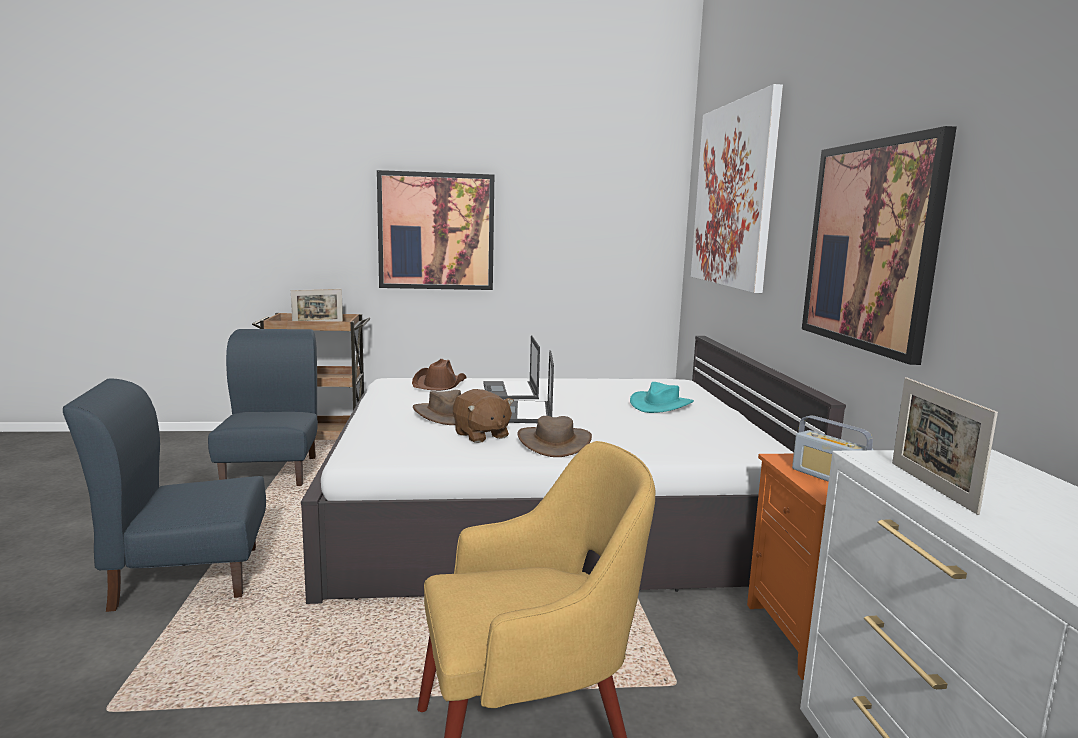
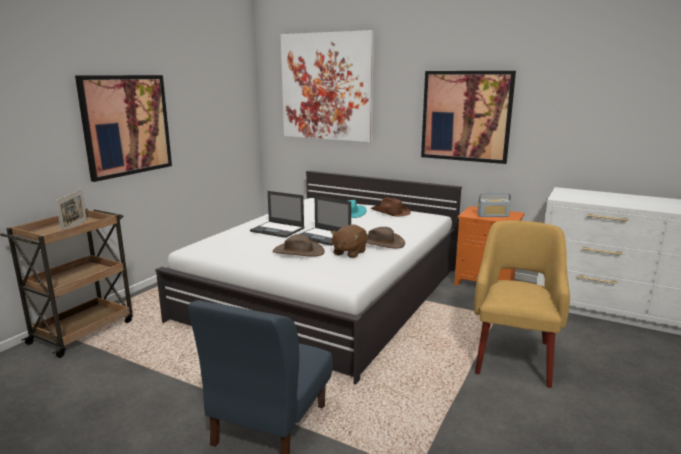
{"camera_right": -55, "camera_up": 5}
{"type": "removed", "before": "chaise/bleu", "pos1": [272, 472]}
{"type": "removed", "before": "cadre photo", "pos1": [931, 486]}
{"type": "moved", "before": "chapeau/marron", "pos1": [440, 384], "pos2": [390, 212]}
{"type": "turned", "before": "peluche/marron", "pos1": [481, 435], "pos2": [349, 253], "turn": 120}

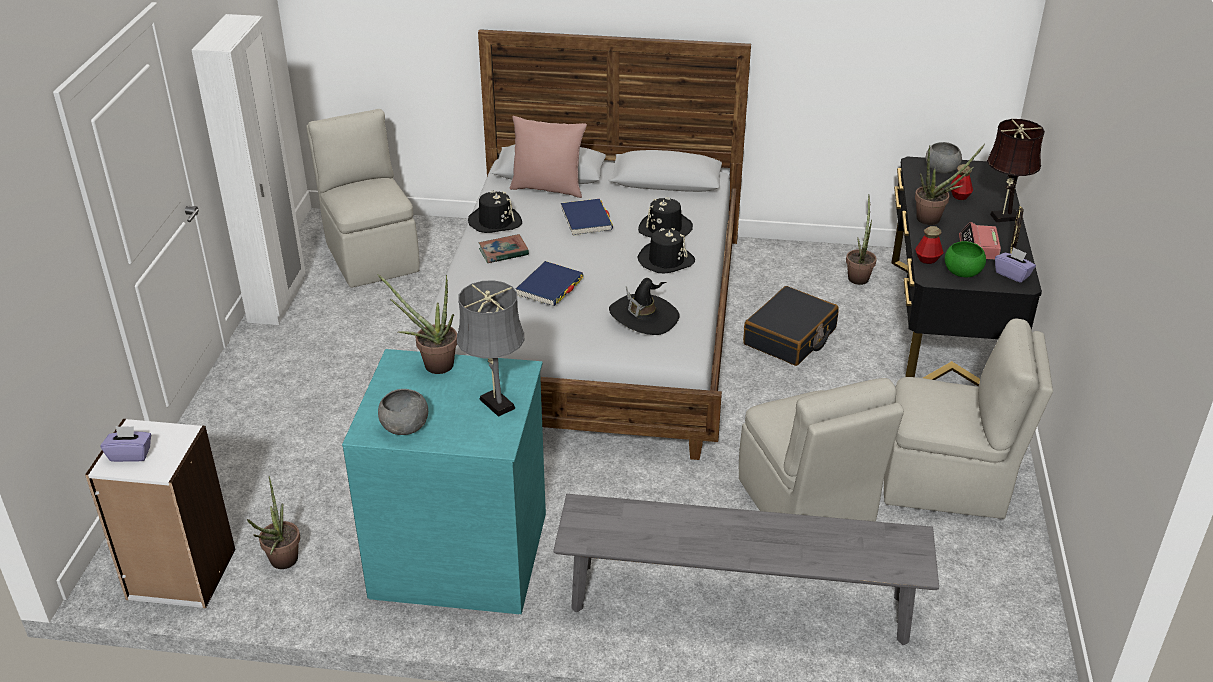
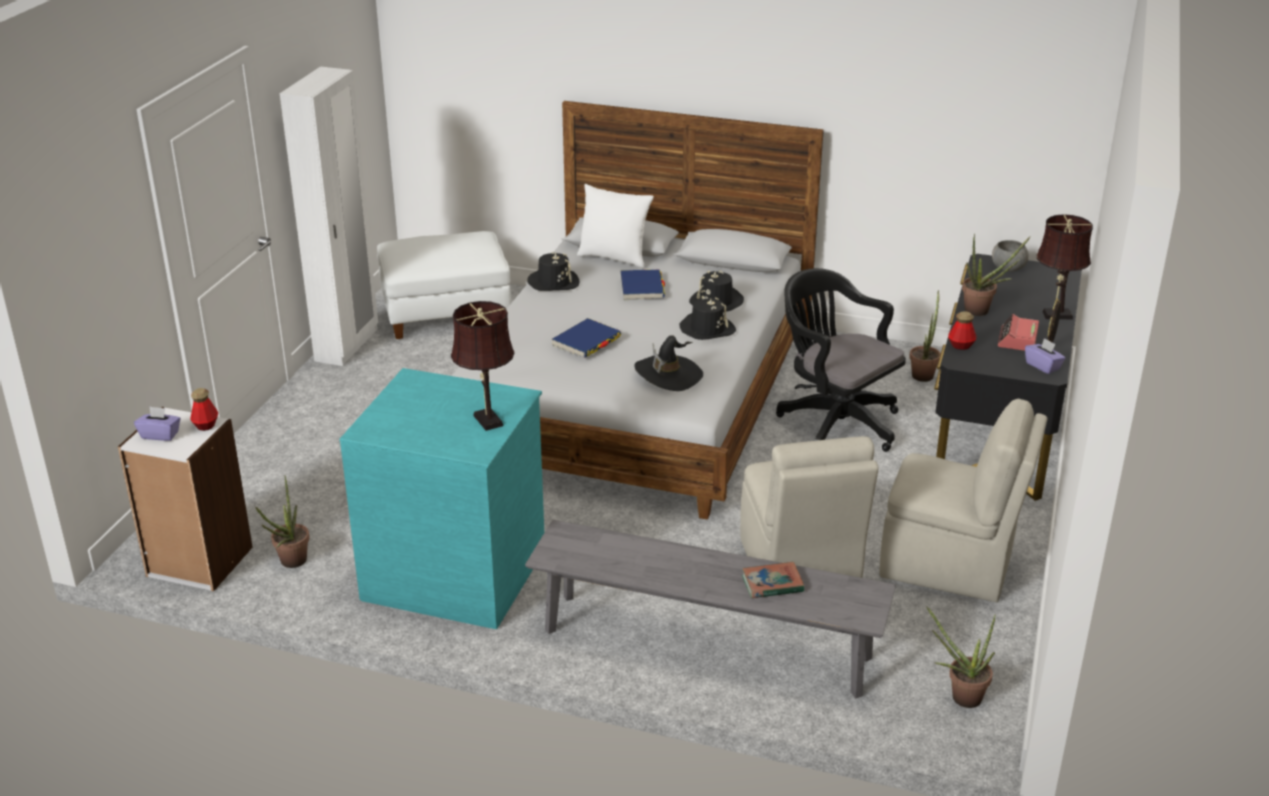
{"camera_right": 10, "camera_up": -5}
{"type": "removed", "before": "bol/gris", "pos1": [405, 426]}
{"type": "removed", "before": "bol/vert", "pos1": [962, 272]}
{"type": "moved", "before": "plante en pot", "pos1": [432, 365], "pos2": [959, 696]}
{"type": "moved", "before": "livre", "pos1": [503, 252], "pos2": [772, 584]}
{"type": "moved", "before": "bouteille", "pos1": [959, 196], "pos2": [206, 425]}
{"type": "replaced", "before": "chaise/beige", "after": "pouf/blanc", "pos1": [371, 255], "pos2": [446, 314]}
{"type": "replaced", "before": "valise/noir", "after": "chaise de bureau/noir", "pos1": [790, 337], "pos2": [834, 422]}
{"type": "recoloured", "before": "lampe de table/gris", "after": "lampe de table/marron", "pos1": [495, 402], "pos2": [487, 419]}
{"type": "recoloured", "before": "coussin/rose", "after": "coussin/blanc", "pos1": [548, 188], "pos2": [614, 258]}

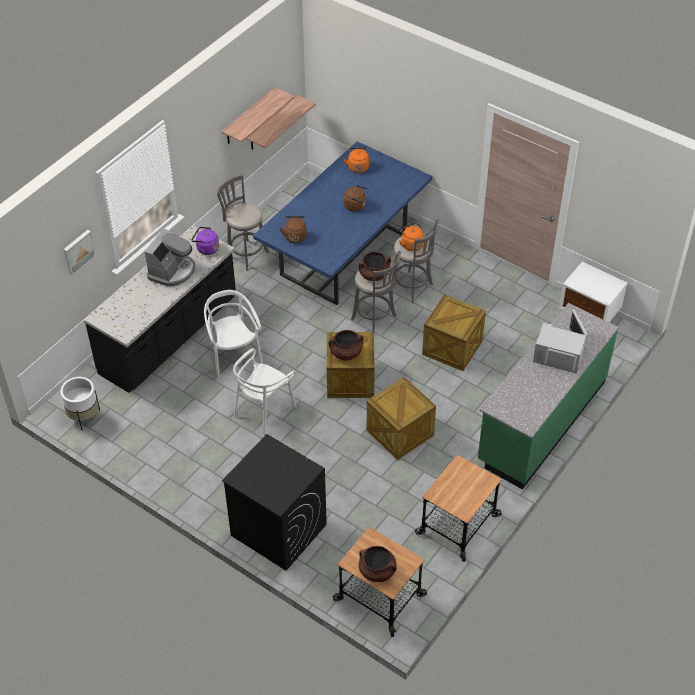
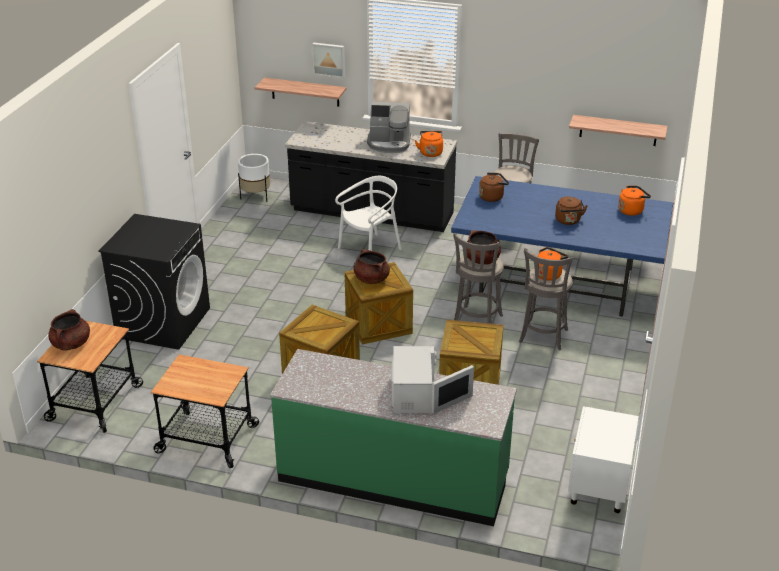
{"camera_right": 70, "camera_up": -15}
{"type": "removed", "before": "chaise/blanc", "pos1": [263, 409]}
{"type": "moved", "before": "étagère", "pos1": [249, 117], "pos2": [305, 92]}
{"type": "recoloured", "before": "bouilloire/violet", "after": "bouilloire/orange", "pos1": [206, 249], "pos2": [430, 152]}

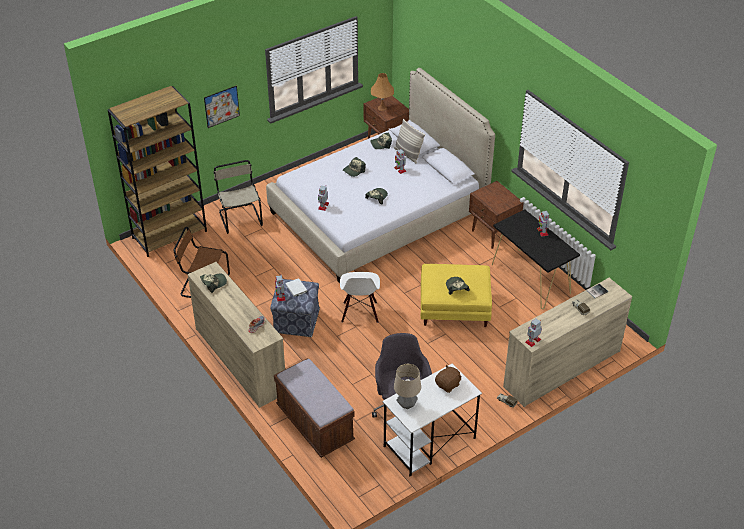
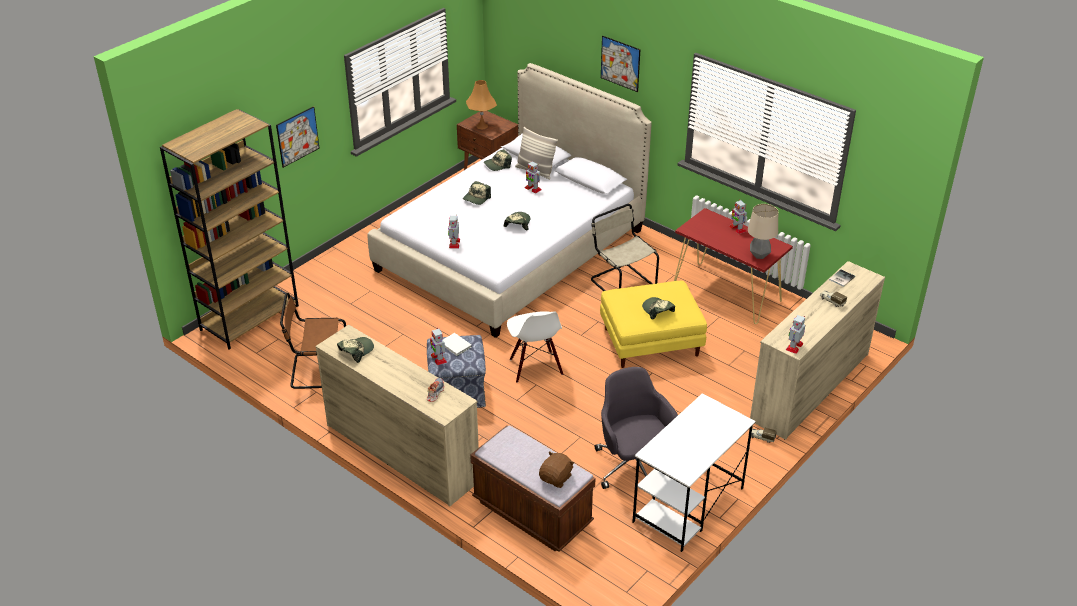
{"camera_right": -15, "camera_up": -5}
{"type": "removed", "before": "table de chevet/marron", "pos1": [493, 234]}
{"type": "added", "after": "tableau", "pos2": [620, 63]}
{"type": "moved", "before": "chaise/beige", "pos1": [240, 217], "pos2": [621, 282]}
{"type": "moved", "before": "lampe de table", "pos1": [407, 404], "pos2": [759, 255]}
{"type": "moved", "before": "peluche/marron", "pos1": [448, 385], "pos2": [556, 478]}
{"type": "recoloured", "before": "table console/noir", "after": "table console/rouge", "pos1": [531, 279], "pos2": [727, 293]}

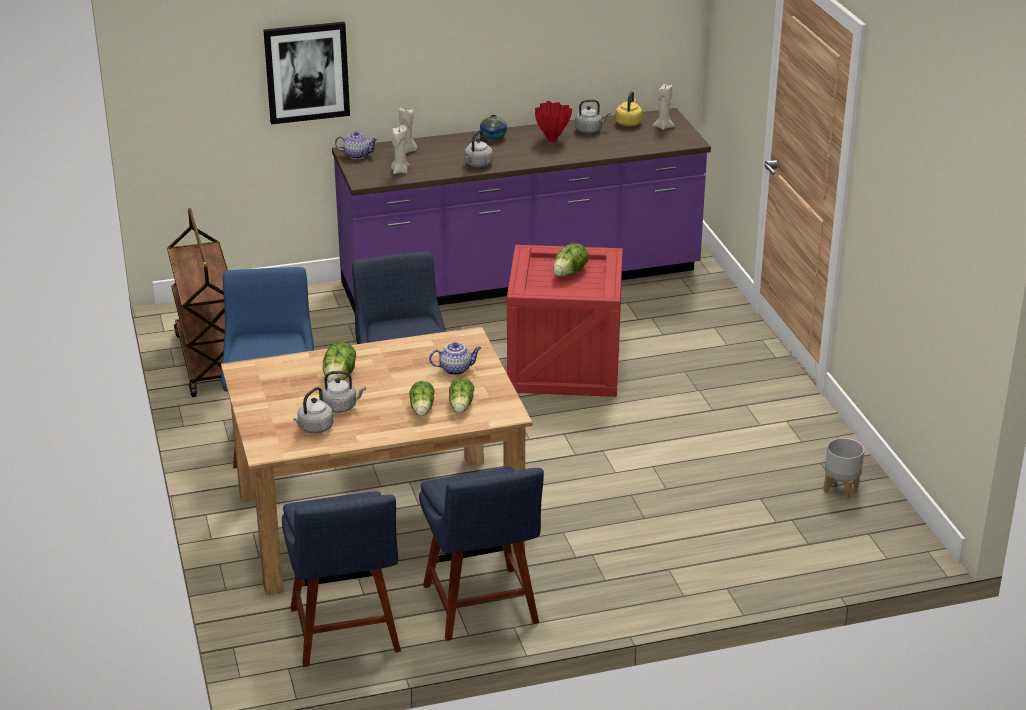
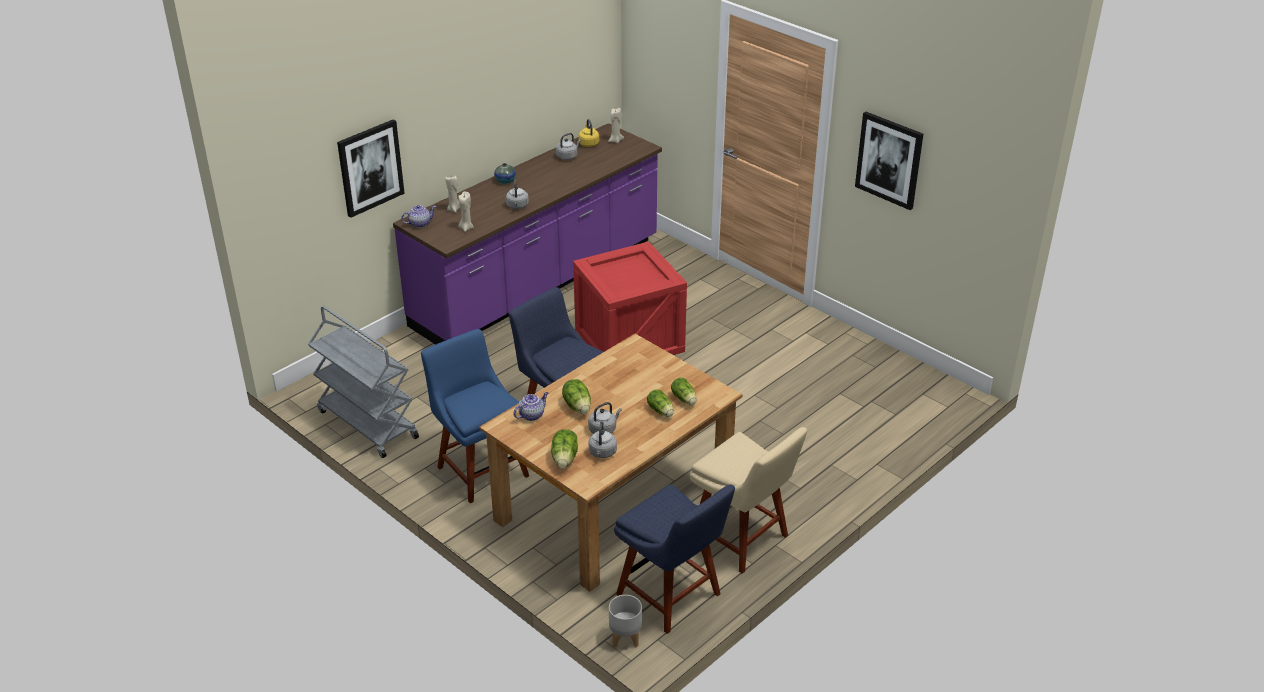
{"camera_right": -30, "camera_up": 5}
{"type": "removed", "before": "vase/rouge", "pos1": [552, 140]}
{"type": "added", "after": "tableau", "pos2": [889, 160]}
{"type": "moved", "before": "théière", "pos1": [456, 369], "pos2": [532, 415]}
{"type": "moved", "before": "laitue", "pos1": [570, 273], "pos2": [565, 458]}
{"type": "moved", "before": "cache-pot/gris", "pos1": [841, 489], "pos2": [626, 637]}
{"type": "recoloured", "before": "chariot/marron", "after": "chariot/gris", "pos1": [209, 361], "pos2": [367, 424]}
{"type": "recoloured", "before": "chaise/bleu", "after": "chaise/beige", "pos1": [482, 608], "pos2": [742, 540]}

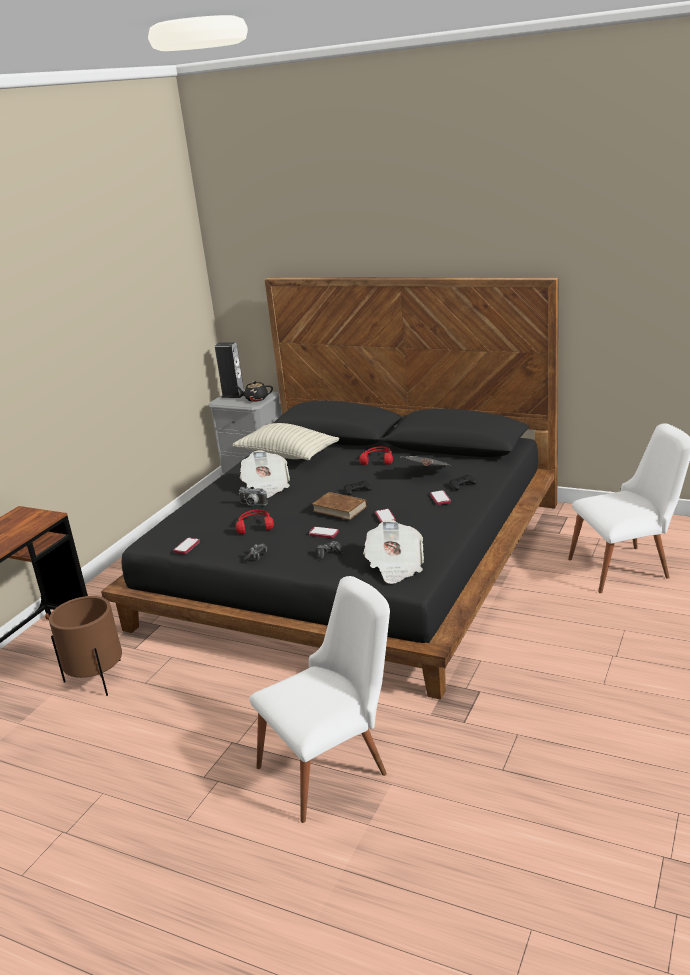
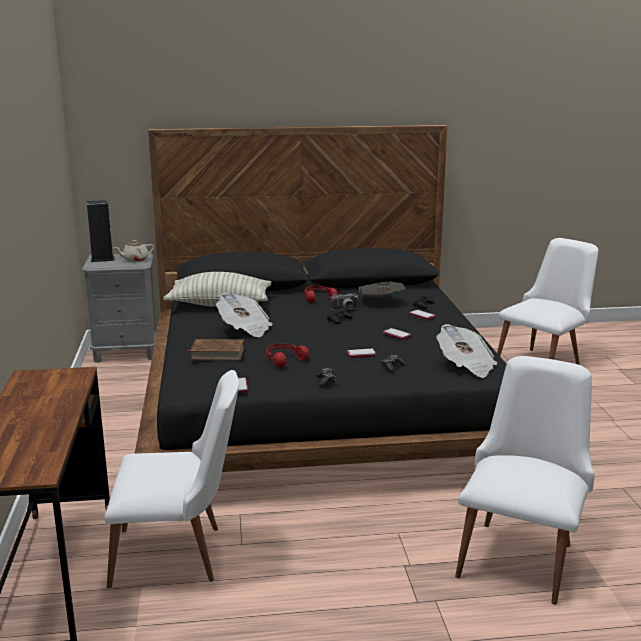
{"camera_right": -35, "camera_up": -5}
{"type": "moved", "before": "appareil photo", "pos1": [252, 505], "pos2": [345, 310]}
{"type": "moved", "before": "livre/marron", "pos1": [339, 509], "pos2": [217, 353]}
{"type": "replaced", "before": "cache-pot/marron", "after": "chaise/blanc", "pos1": [97, 679], "pos2": [179, 556]}
{"type": "recoloured", "before": "théière/noir", "after": "théière/beige", "pos1": [256, 399], "pos2": [135, 260]}

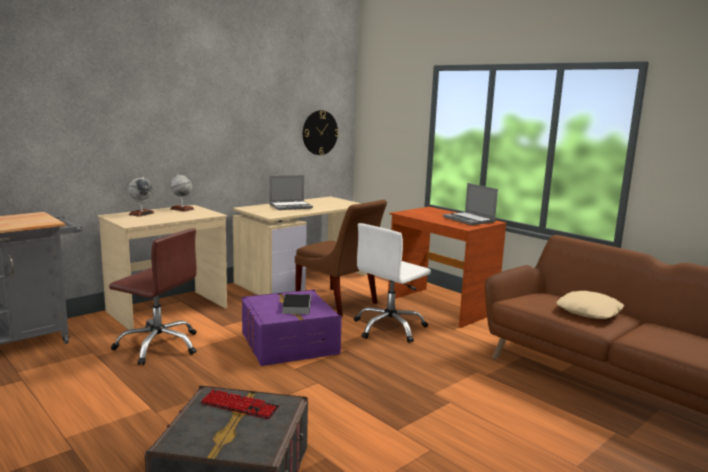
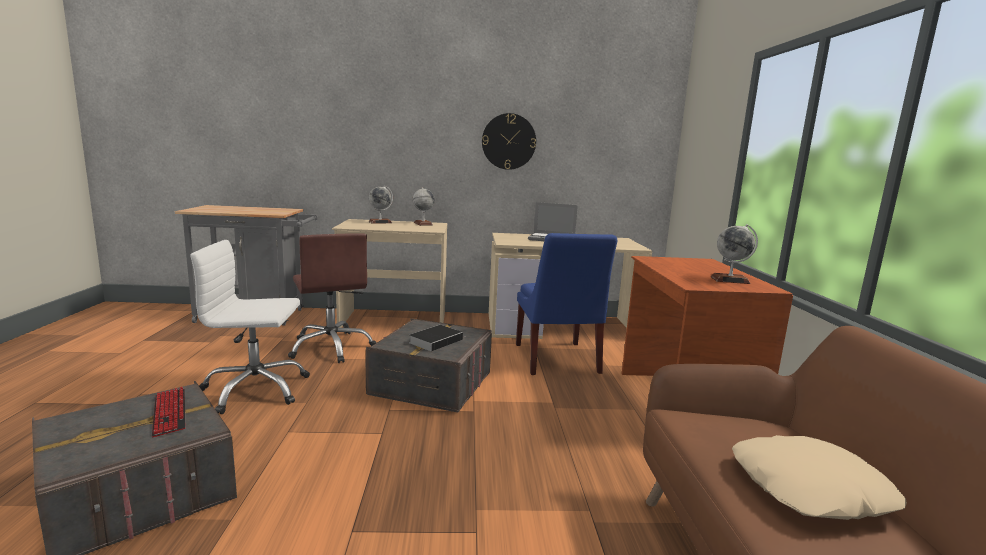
{"camera_right": 40, "camera_up": 0}
{"type": "moved", "before": "horloge murale", "pos1": [320, 132], "pos2": [508, 141]}
{"type": "moved", "before": "chaise de bureau/blanc", "pos1": [389, 328], "pos2": [255, 390]}
{"type": "replaced", "before": "ordinateur portable", "after": "globe", "pos1": [469, 220], "pos2": [730, 280]}
{"type": "recoloured", "before": "boîte de rangement/violet", "after": "boîte de rangement/gris", "pos1": [289, 344], "pos2": [431, 383]}
{"type": "recoloured", "before": "chaise/marron", "after": "chaise/bleu", "pos1": [338, 303], "pos2": [556, 360]}

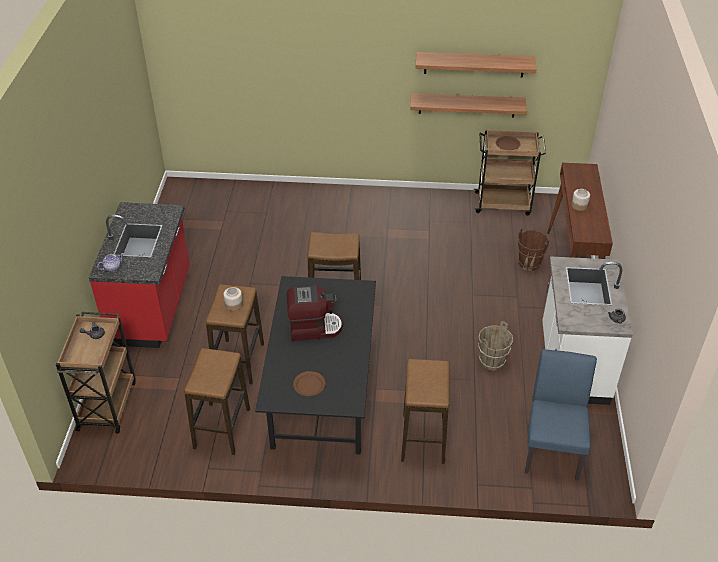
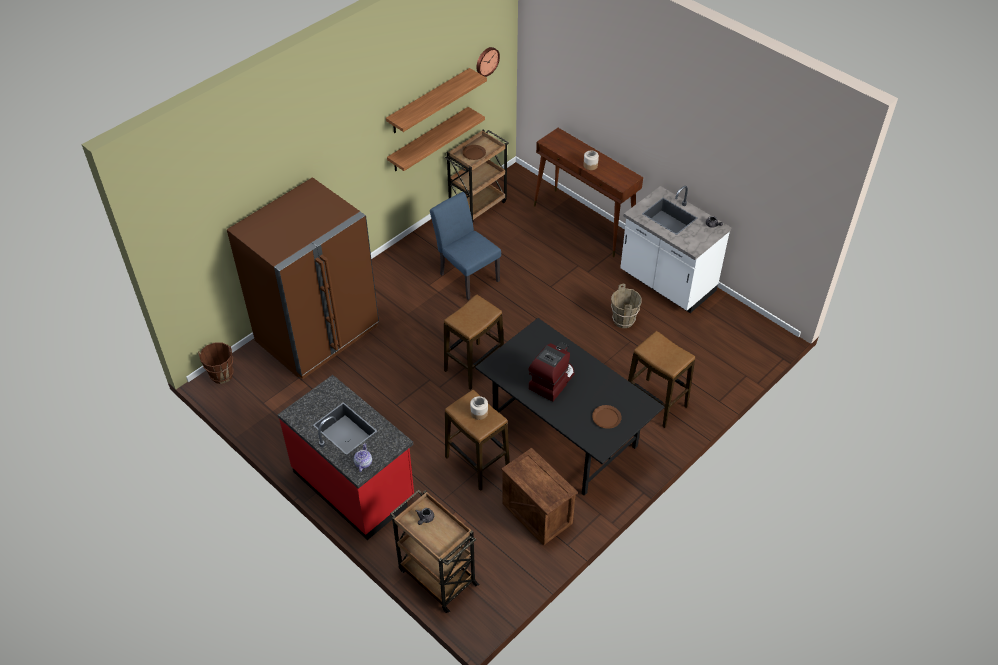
{"camera_right": -50, "camera_up": 5}
{"type": "added", "after": "réfrigérateur/marron", "pos2": [318, 334]}
{"type": "added", "after": "horloge murale", "pos2": [486, 61]}
{"type": "moved", "before": "seau/marron", "pos1": [529, 263], "pos2": [222, 375]}
{"type": "moved", "before": "chaise/bleu", "pos1": [552, 447], "pos2": [466, 275]}
{"type": "replaced", "before": "tabouret", "after": "caisse", "pos1": [222, 428], "pos2": [536, 513]}

